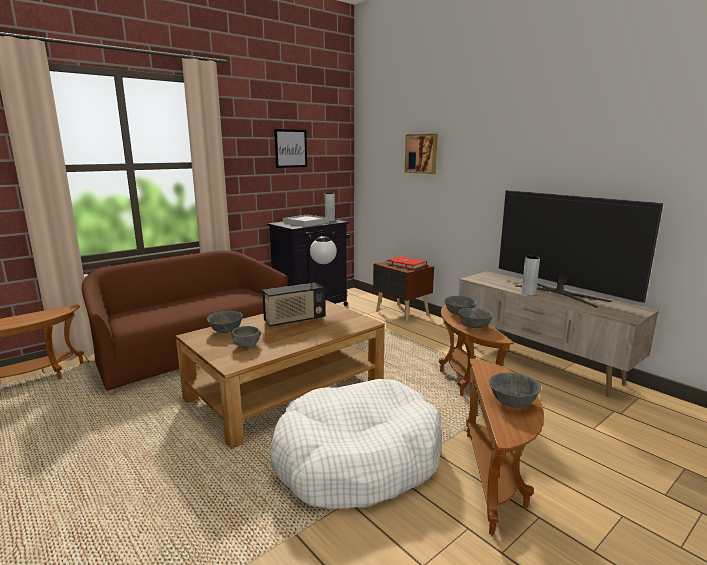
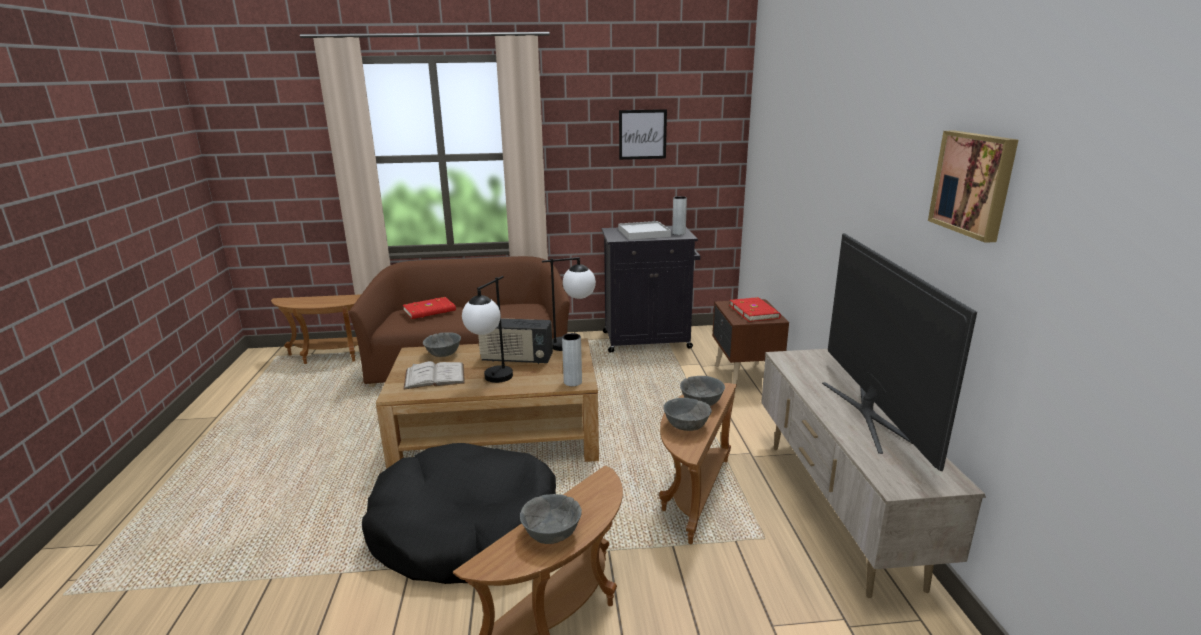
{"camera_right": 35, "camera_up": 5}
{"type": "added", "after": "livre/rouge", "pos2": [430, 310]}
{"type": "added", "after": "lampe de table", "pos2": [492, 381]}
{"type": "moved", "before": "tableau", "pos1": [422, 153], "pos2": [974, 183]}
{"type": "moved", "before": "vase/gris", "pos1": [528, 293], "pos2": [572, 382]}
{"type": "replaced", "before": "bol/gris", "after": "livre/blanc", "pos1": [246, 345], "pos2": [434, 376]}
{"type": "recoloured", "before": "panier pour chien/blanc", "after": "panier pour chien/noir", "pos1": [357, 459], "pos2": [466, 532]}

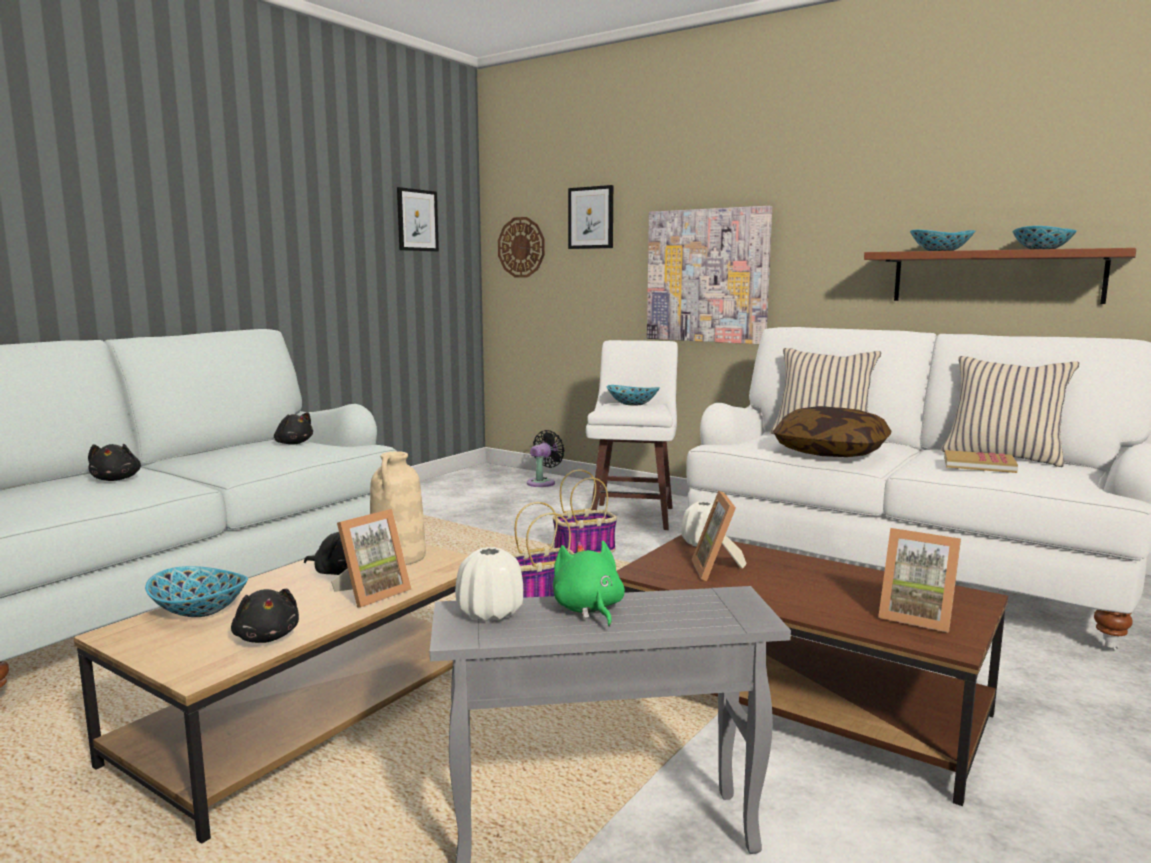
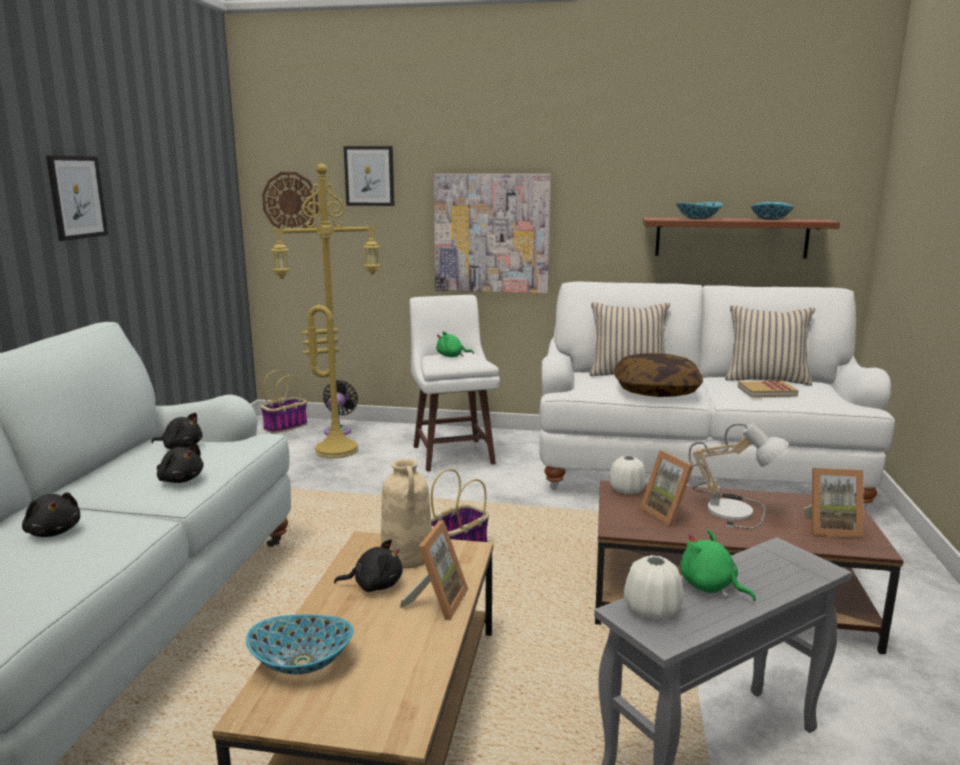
{"camera_right": -25, "camera_up": 5}
{"type": "added", "after": "lampadaire/jaune", "pos2": [337, 449]}
{"type": "added", "after": "lampe de table", "pos2": [733, 509]}
{"type": "moved", "before": "peluche/noir", "pos1": [267, 637], "pos2": [180, 480]}
{"type": "moved", "before": "tableau", "pos1": [417, 220], "pos2": [77, 197]}
{"type": "moved", "before": "panier", "pos1": [585, 550], "pos2": [285, 426]}
{"type": "replaced", "before": "bol", "after": "peluche/vert", "pos1": [632, 404], "pos2": [451, 356]}

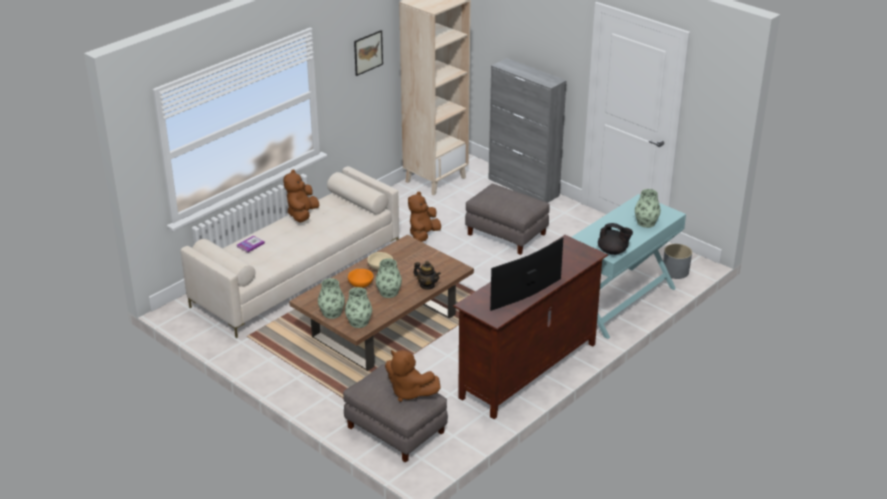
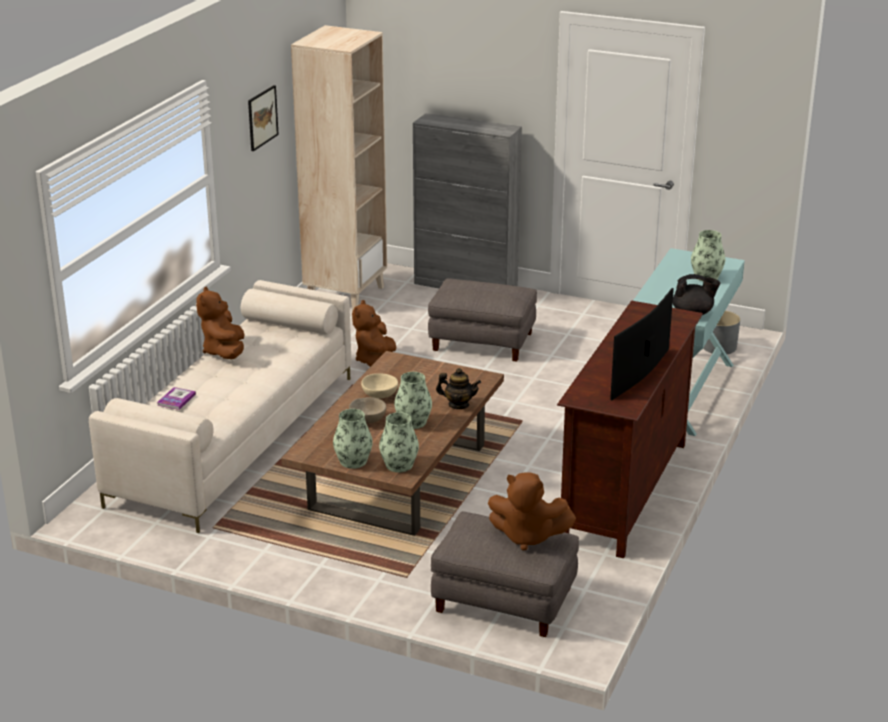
{"camera_right": -20, "camera_up": -5}
{"type": "recoloured", "before": "bol/orange", "after": "bol/beige", "pos1": [361, 285], "pos2": [368, 420]}

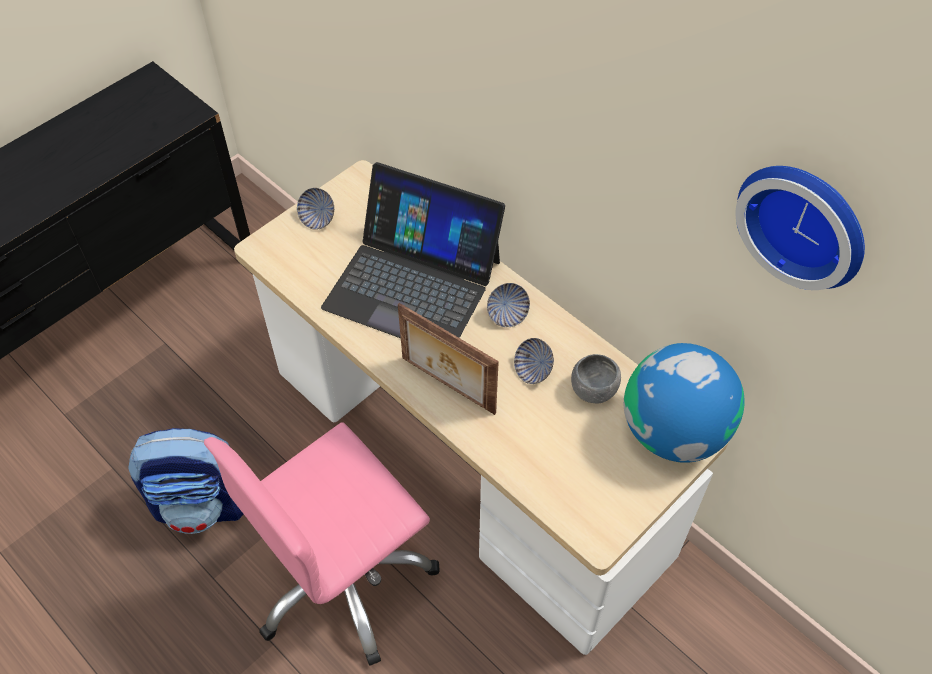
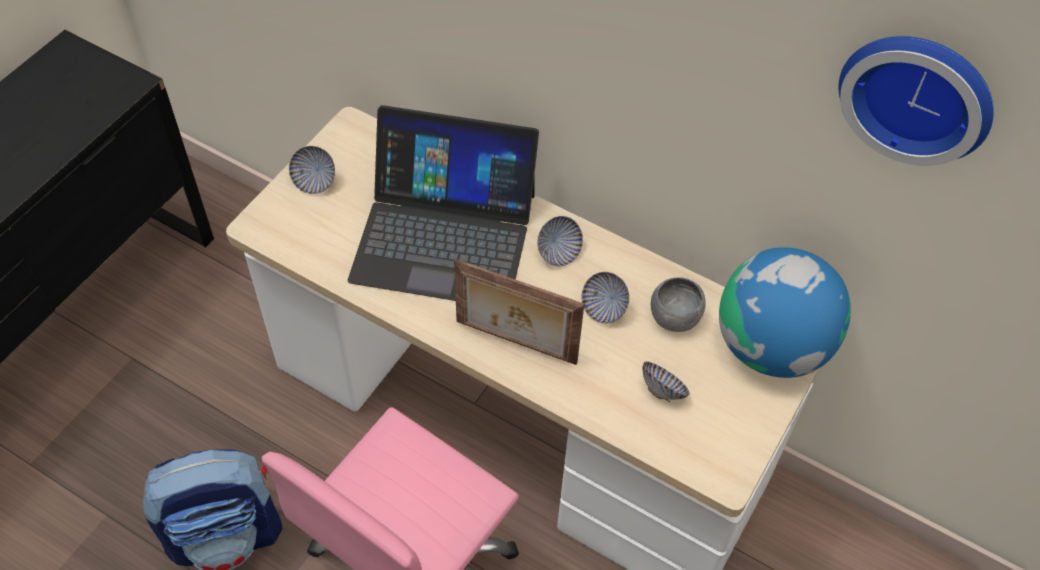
{"camera_right": -15, "camera_up": 0}
{"type": "added", "after": "bol", "pos2": [662, 390]}

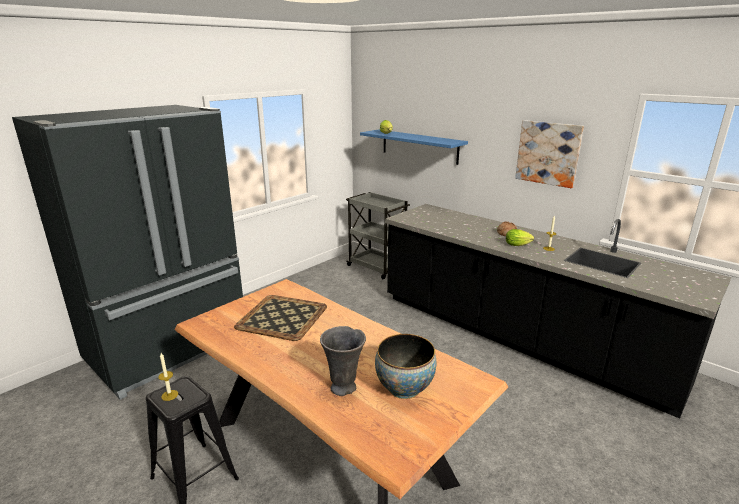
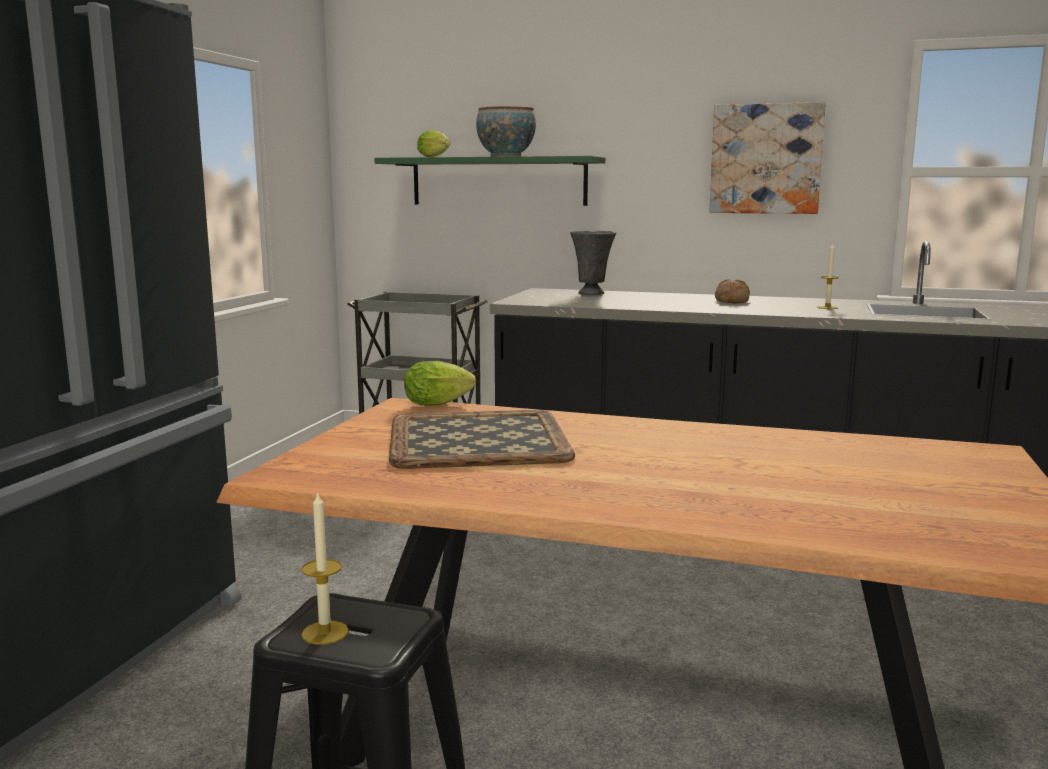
{"camera_right": -25, "camera_up": -10}
{"type": "moved", "before": "vase/gris", "pos1": [344, 388], "pos2": [592, 294]}
{"type": "moved", "before": "bol", "pos1": [404, 388], "pos2": [506, 156]}
{"type": "moved", "before": "laitue", "pos1": [519, 245], "pos2": [441, 404]}
{"type": "recoloured", "before": "étagère/bleu", "after": "étagère/vert", "pos1": [419, 146], "pos2": [498, 181]}

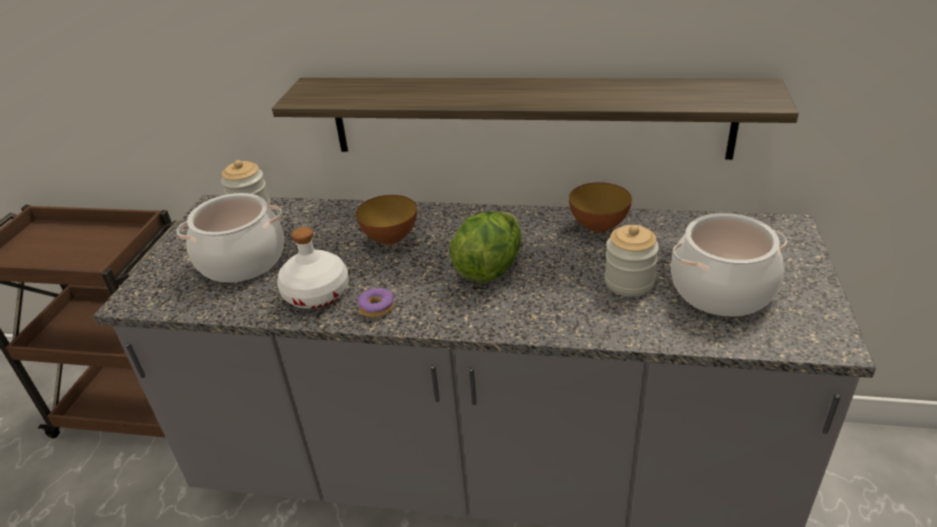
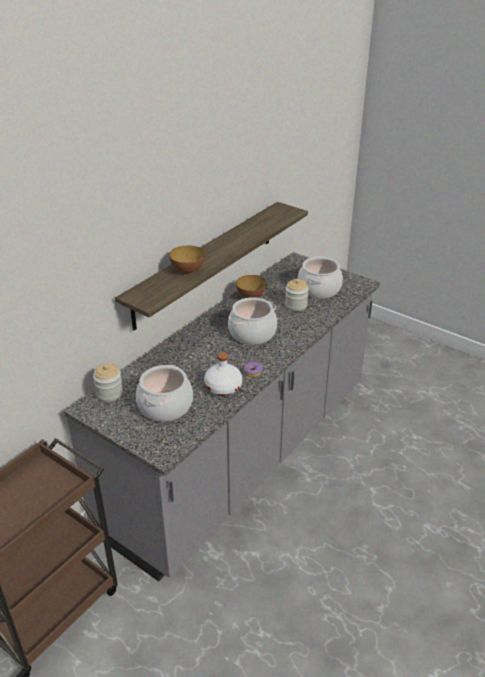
{"camera_right": -65, "camera_up": 0}
{"type": "moved", "before": "bol", "pos1": [390, 239], "pos2": [188, 271]}
{"type": "replaced", "before": "laitue", "after": "marmite", "pos1": [489, 267], "pos2": [252, 333]}

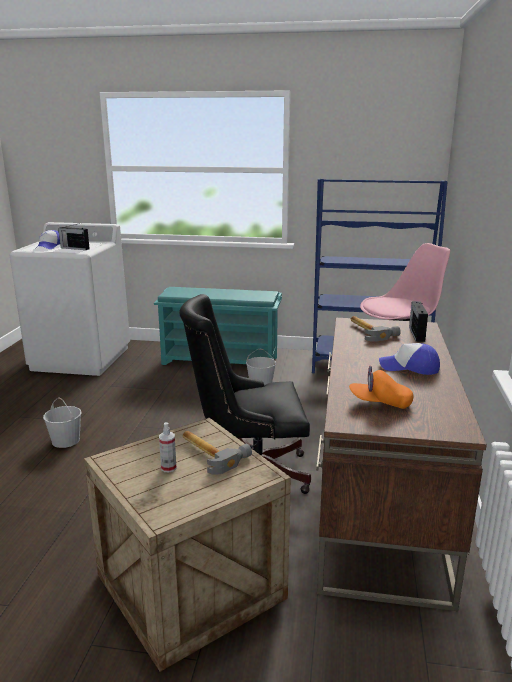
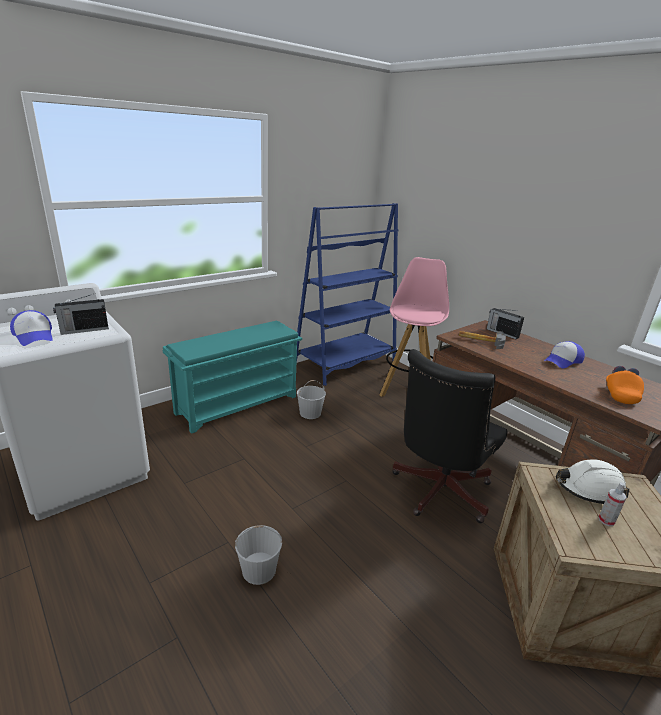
{"camera_right": -50, "camera_up": 5}
{"type": "replaced", "before": "marteau", "after": "casque de chantier/blanc", "pos1": [211, 453], "pos2": [588, 489]}
{"type": "turned", "before": "casquette/orange", "pos1": [380, 403], "pos2": [620, 394], "turn": 150}

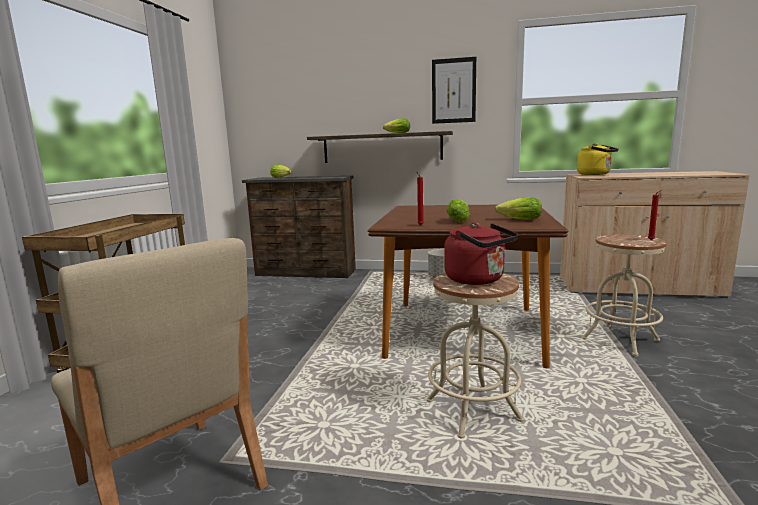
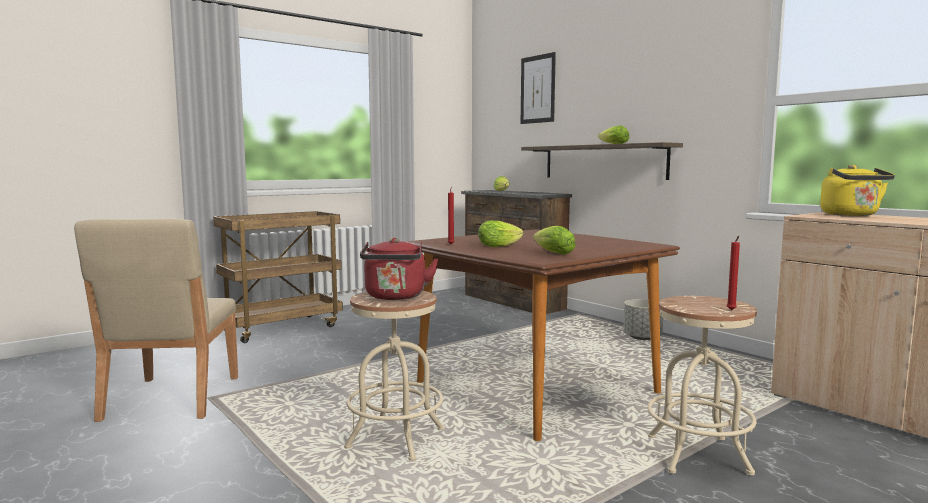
{"camera_right": 40, "camera_up": -5}
{"type": "moved", "before": "tableau", "pos1": [453, 91], "pos2": [537, 89]}

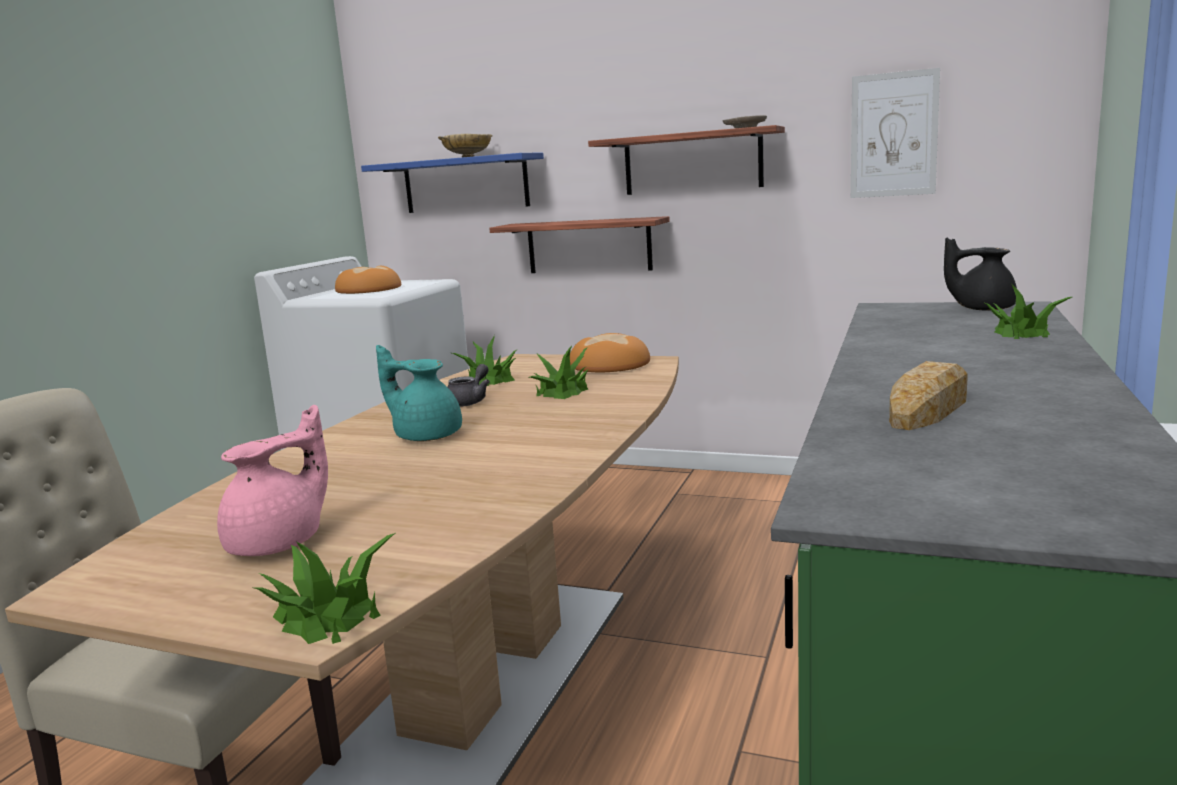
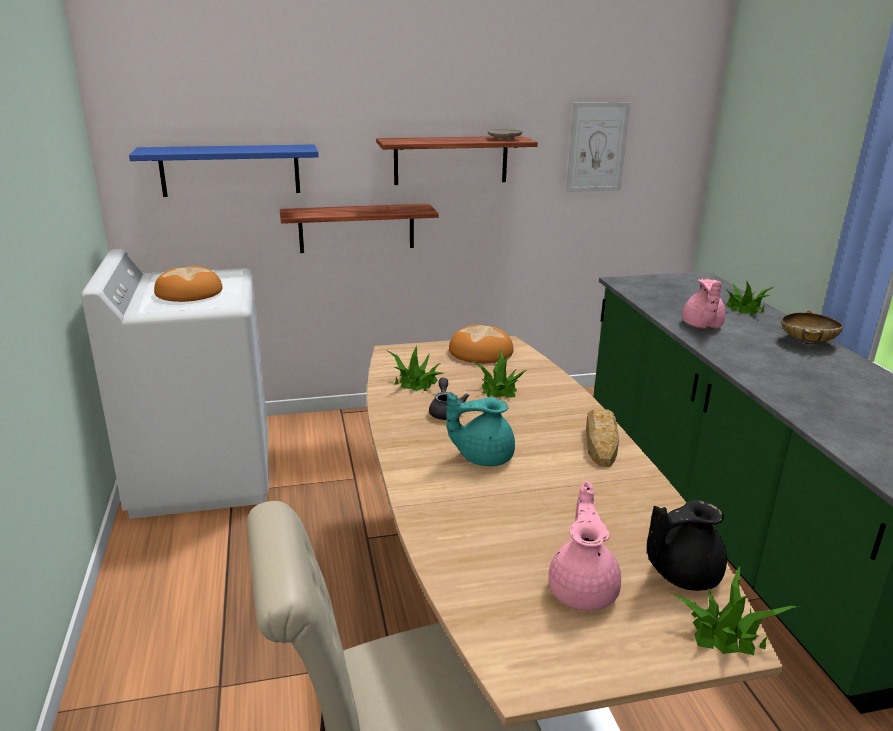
{"camera_right": -35, "camera_up": 10}
{"type": "added", "after": "théière/rose", "pos2": [701, 326]}
{"type": "moved", "before": "bol/beige", "pos1": [467, 157], "pos2": [807, 342]}
{"type": "moved", "before": "pain", "pos1": [928, 409], "pos2": [601, 442]}
{"type": "moved", "before": "théière/noir", "pos1": [981, 309], "pos2": [682, 574]}

